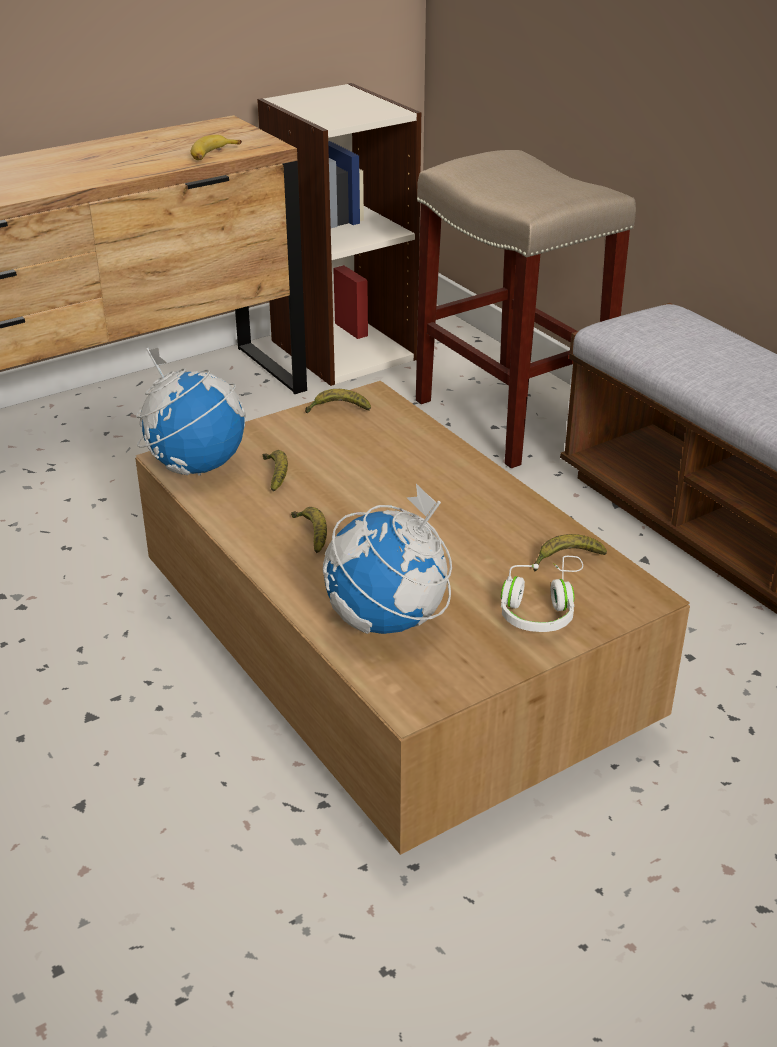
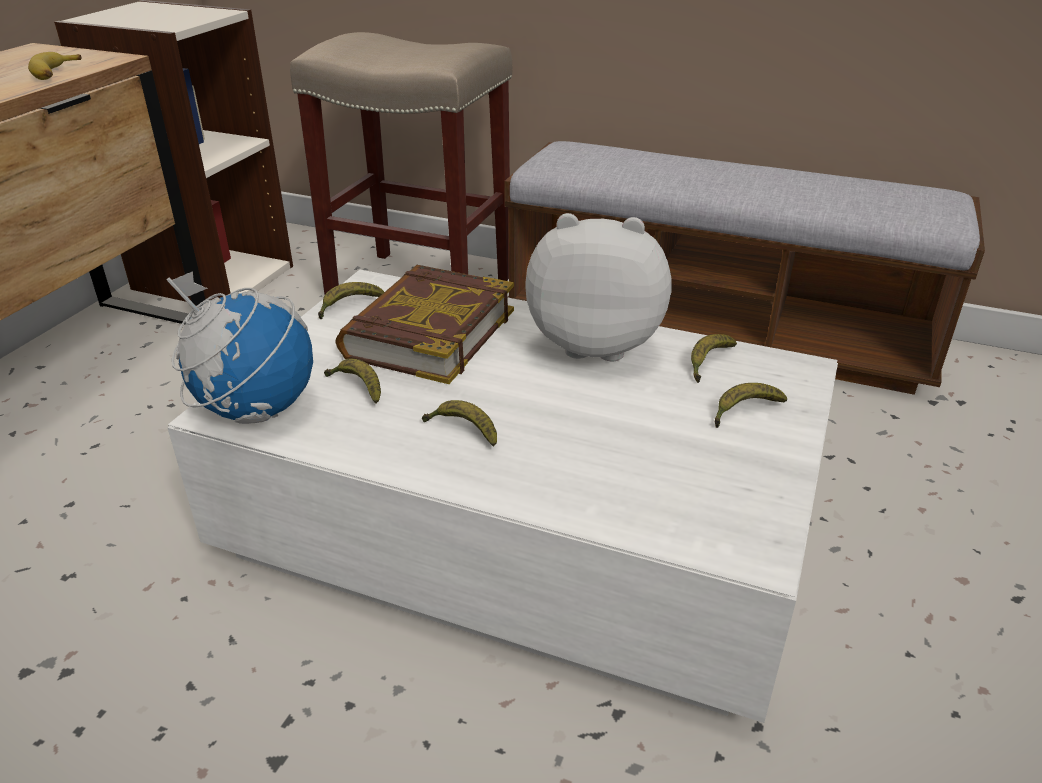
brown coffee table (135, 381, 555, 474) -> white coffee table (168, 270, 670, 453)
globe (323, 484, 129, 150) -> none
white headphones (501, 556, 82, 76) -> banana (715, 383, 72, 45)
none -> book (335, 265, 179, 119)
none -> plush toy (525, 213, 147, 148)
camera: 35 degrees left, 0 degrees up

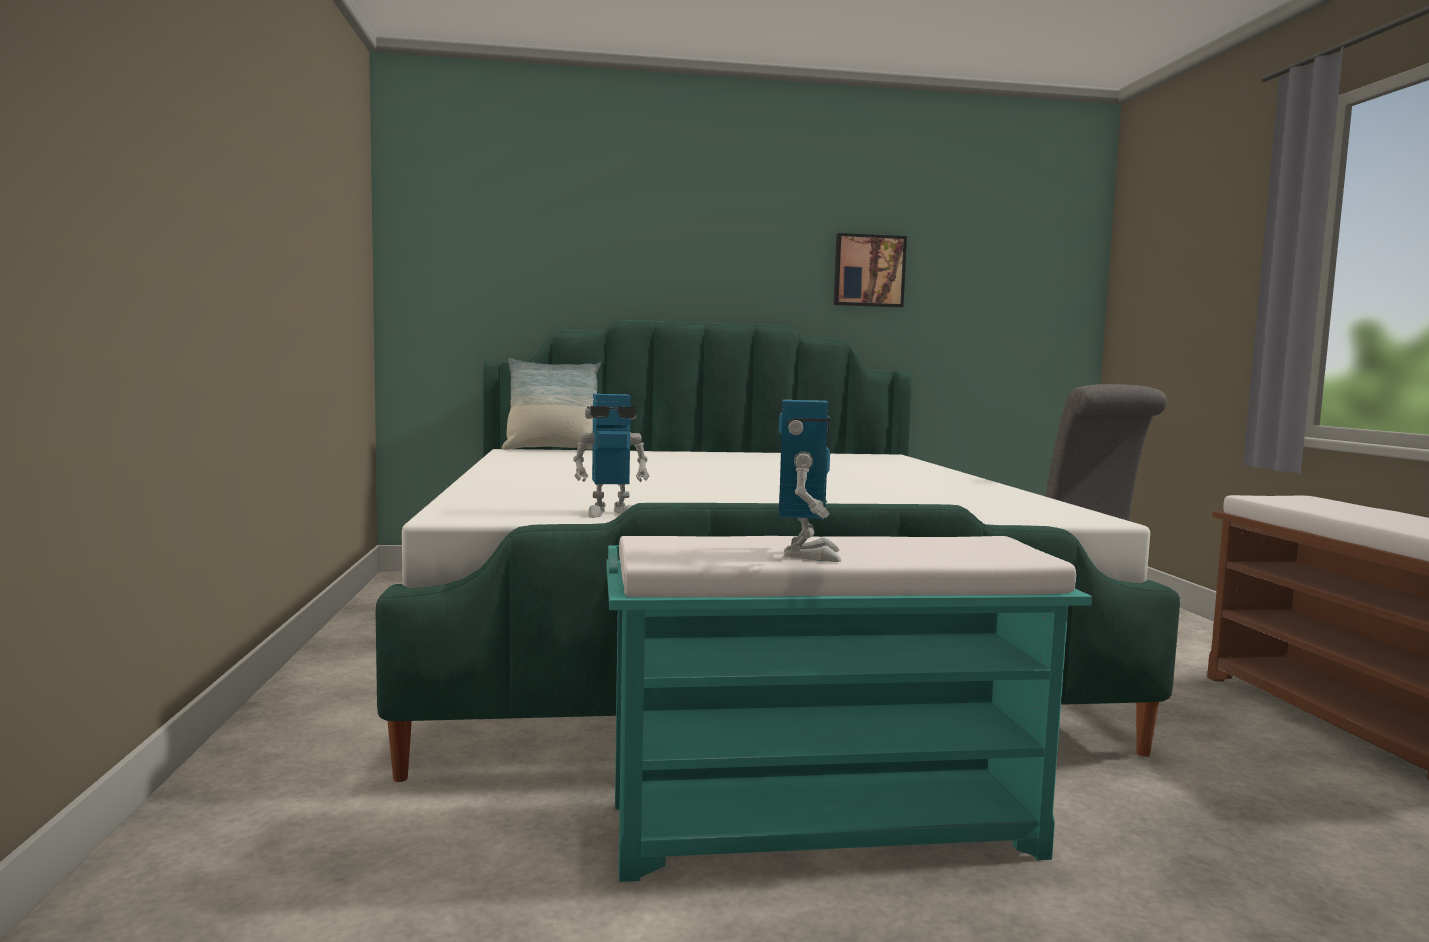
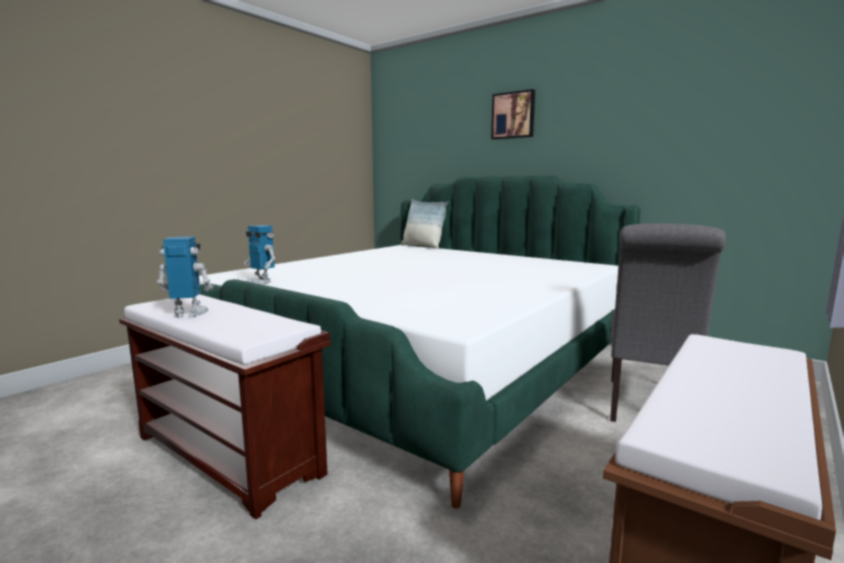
turquoise bench (607, 536, 485, 346) -> brown bench (119, 294, 212, 225)
toy robot (779, 400, 62, 162) -> toy robot (157, 237, 56, 81), 150 degrees counterclockwise
picture (834, 233, 73, 74) -> picture (491, 89, 44, 50), moved
camera: 45 degrees right, 5 degrees up

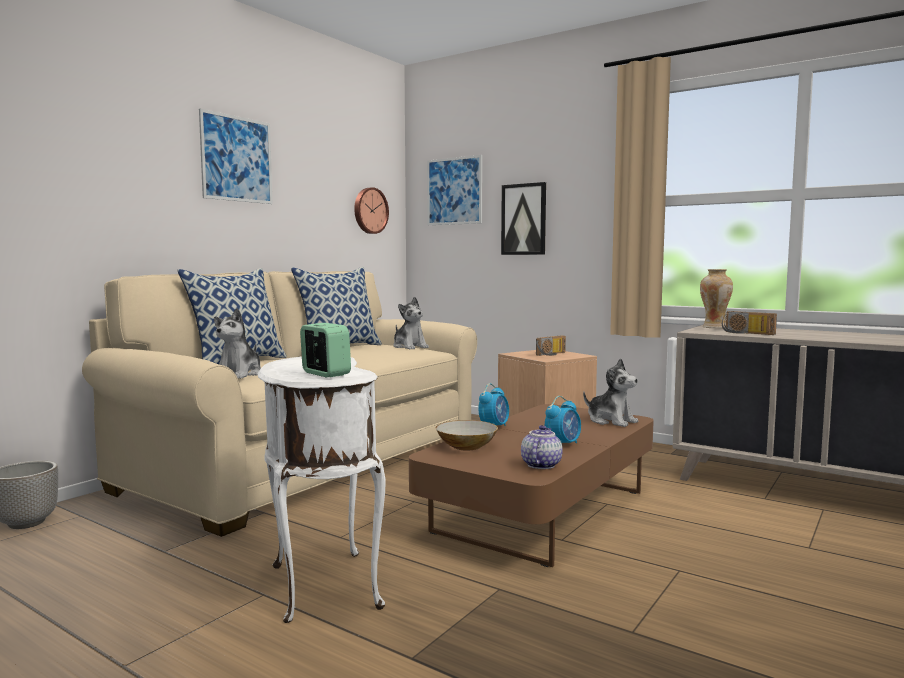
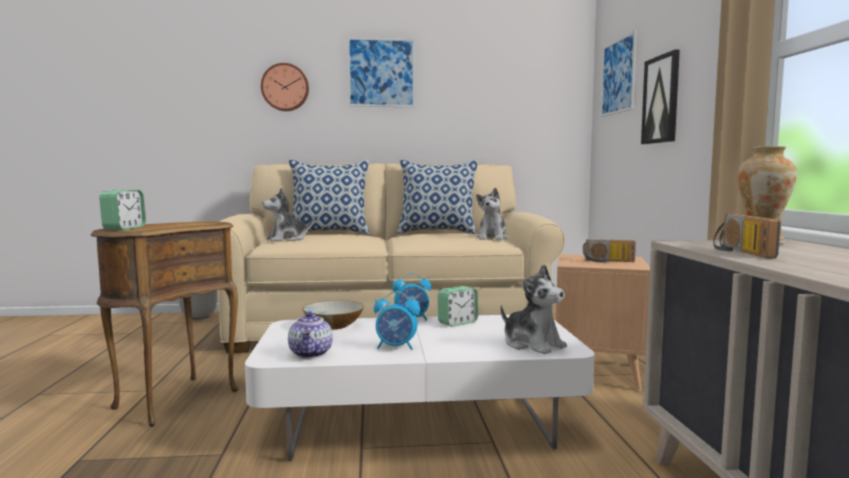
white side table (258, 357, 127, 266) -> brown side table (91, 222, 148, 205)
wall clock (354, 187, 35, 47) -> wall clock (261, 63, 48, 48), moved
brown coffee table (409, 404, 245, 163) -> white coffee table (245, 315, 350, 146)
teapot (521, 425, 42, 44) -> teapot (288, 312, 45, 47), 105 degrees clockwise
plush toy (583, 358, 55, 69) -> plush toy (500, 264, 67, 90), 45 degrees counterclockwise
none -> alarm clock (438, 286, 40, 41)
camera: 50 degrees right, 0 degrees up

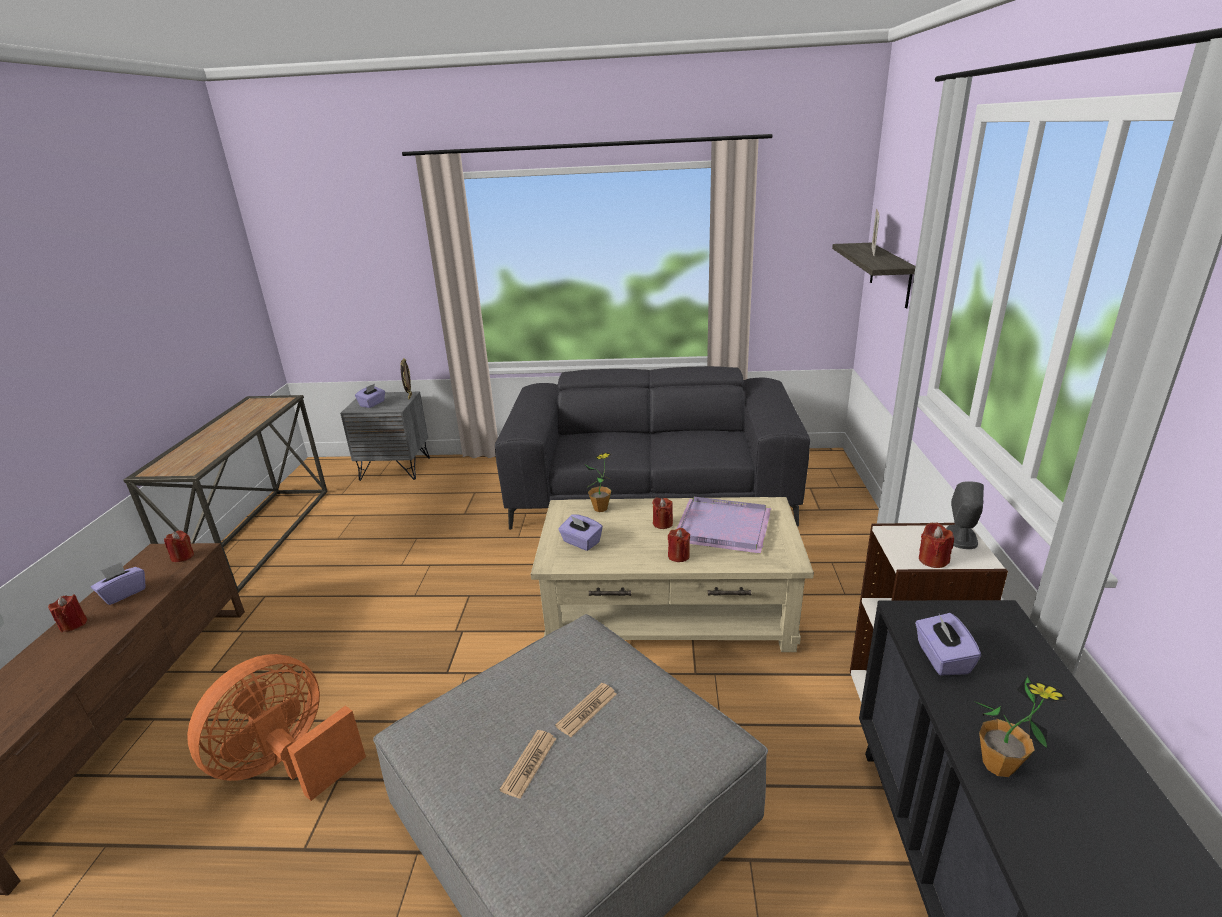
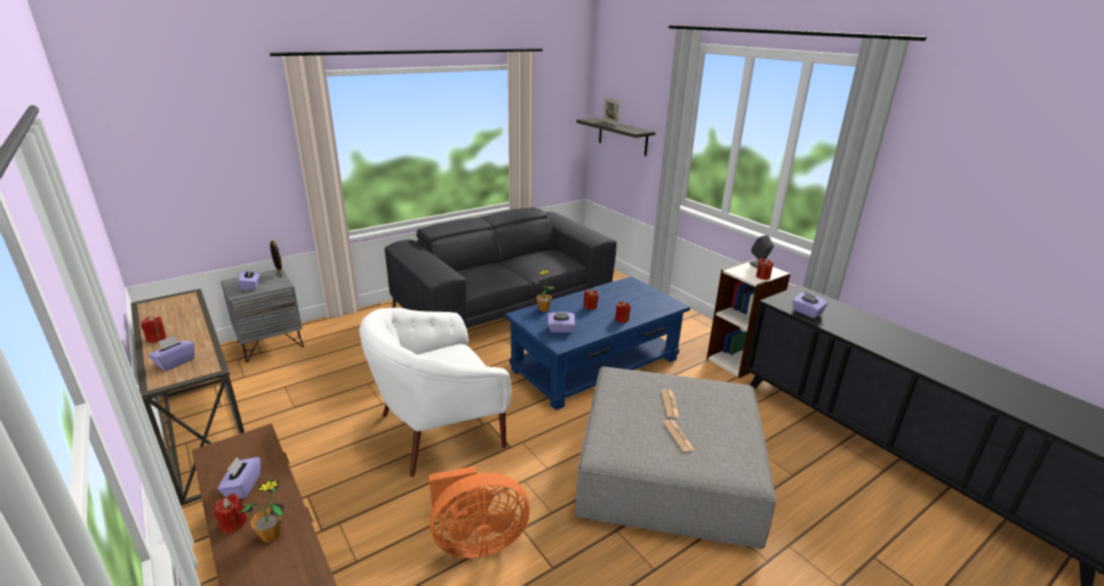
red candle (164, 530, 30, 32) -> red candle (141, 316, 26, 27), moved
orange fan (187, 654, 179, 147) -> orange fan (429, 466, 101, 92), 105 degrees counterclockwise
beige coffee table (531, 497, 283, 155) -> blue coffee table (505, 276, 185, 134)
purple tray (677, 497, 94, 57) -> none
potted plant (974, 676, 93, 101) -> potted plant (239, 478, 45, 64), moved
none -> purple tissue box (149, 335, 46, 36)
none -> white armchair (359, 308, 152, 169)
camera: 40 degrees left, 0 degrees up

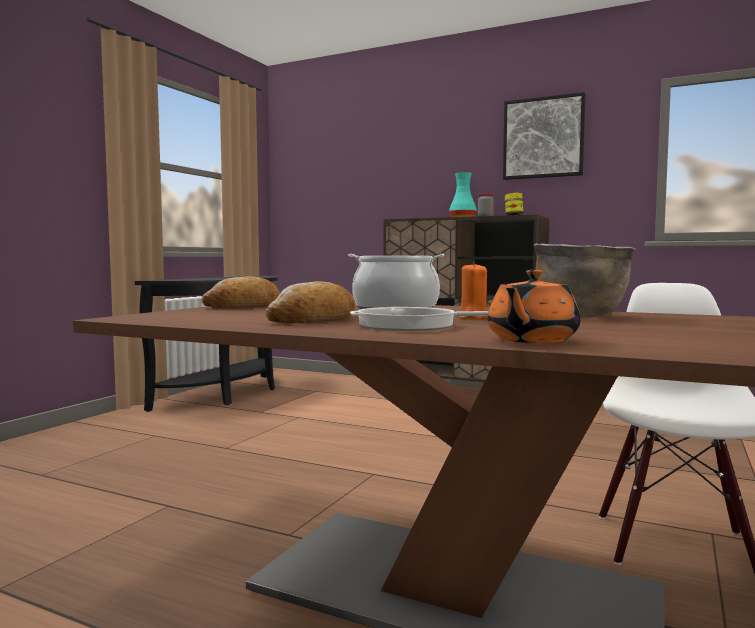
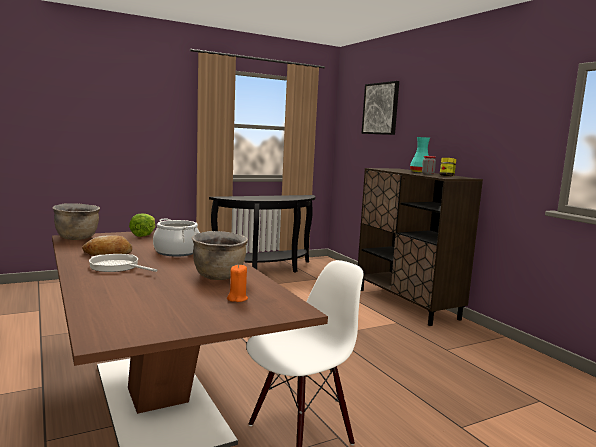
bread (202, 276, 78, 32) -> lettuce (129, 213, 26, 24)
orange candle (457, 262, 31, 57) -> orange candle (227, 264, 21, 38), moved
orange teapot (488, 270, 92, 73) -> none
picture (503, 92, 82, 88) -> picture (361, 81, 38, 54), moved
none -> brown cooking pot (53, 203, 47, 37)
camera: 35 degrees right, 5 degrees up

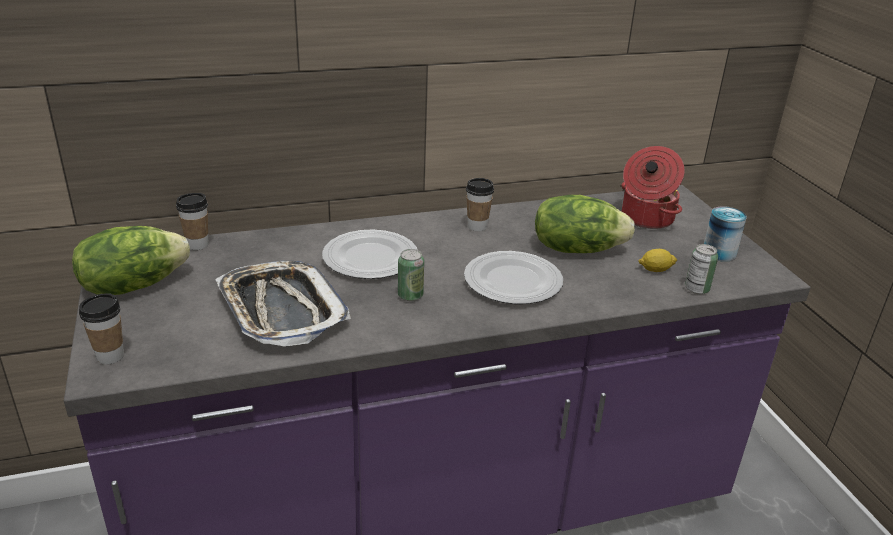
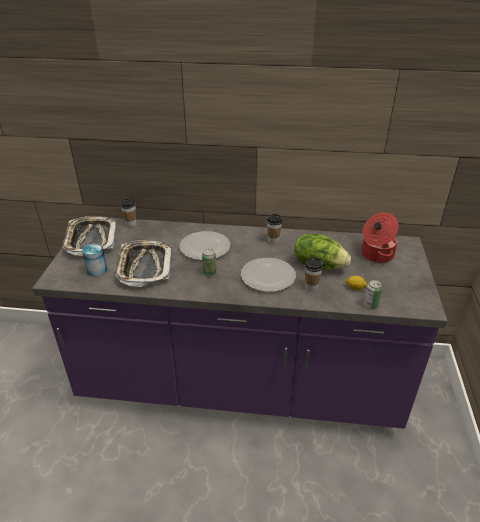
lettuce (72, 226, 118, 69) -> tray (62, 216, 55, 40)
cup (79, 293, 45, 72) -> cup (305, 258, 18, 33), moved
can (704, 206, 43, 56) -> can (82, 244, 25, 33), moved
camera: 25 degrees right, 5 degrees up

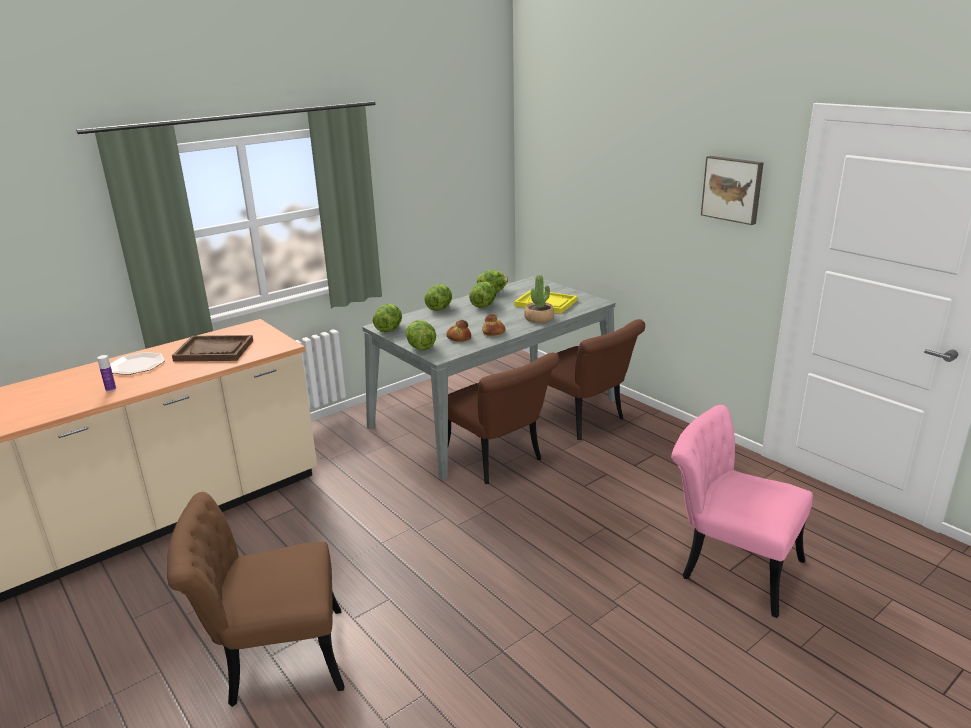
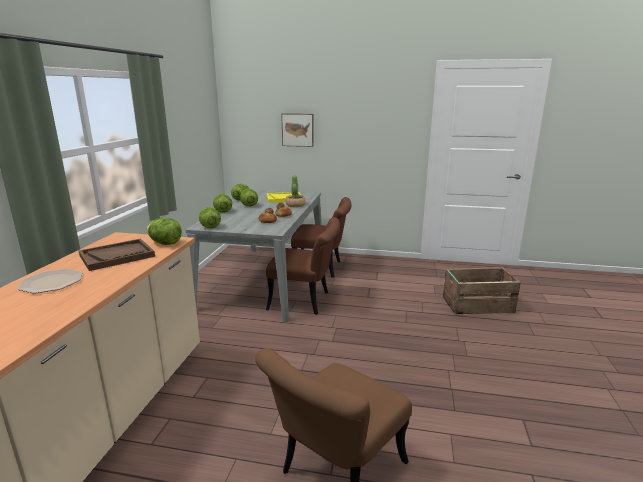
bottle (97, 355, 19, 37) -> none
lettuce (406, 320, 30, 30) -> lettuce (147, 218, 35, 27), moved
pink chair (671, 405, 142, 213) -> crate (443, 267, 78, 48)
picture (701, 156, 63, 69) -> picture (281, 113, 33, 34), moved
camera: 40 degrees left, 5 degrees down

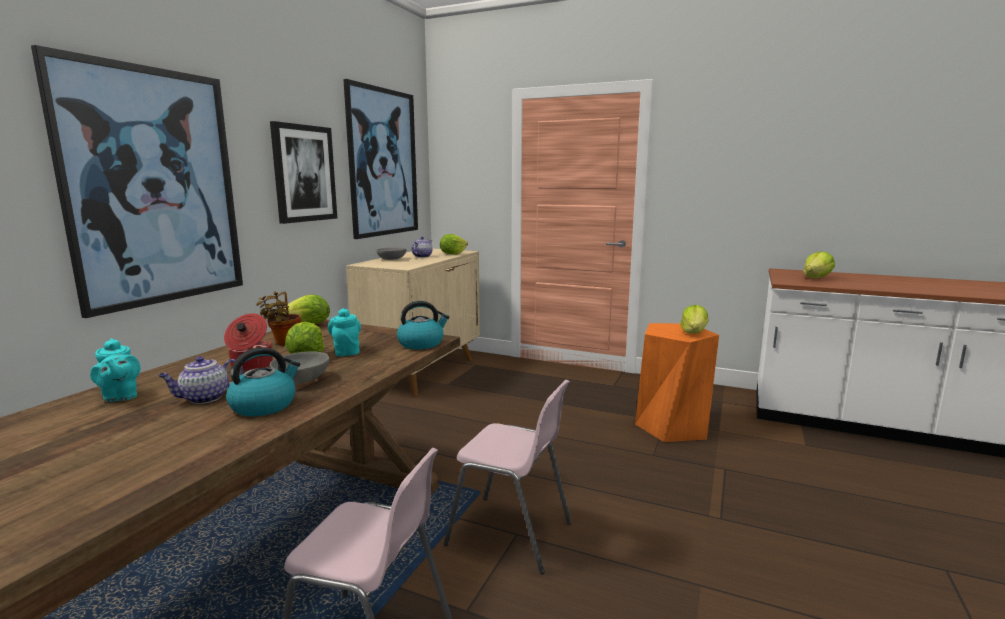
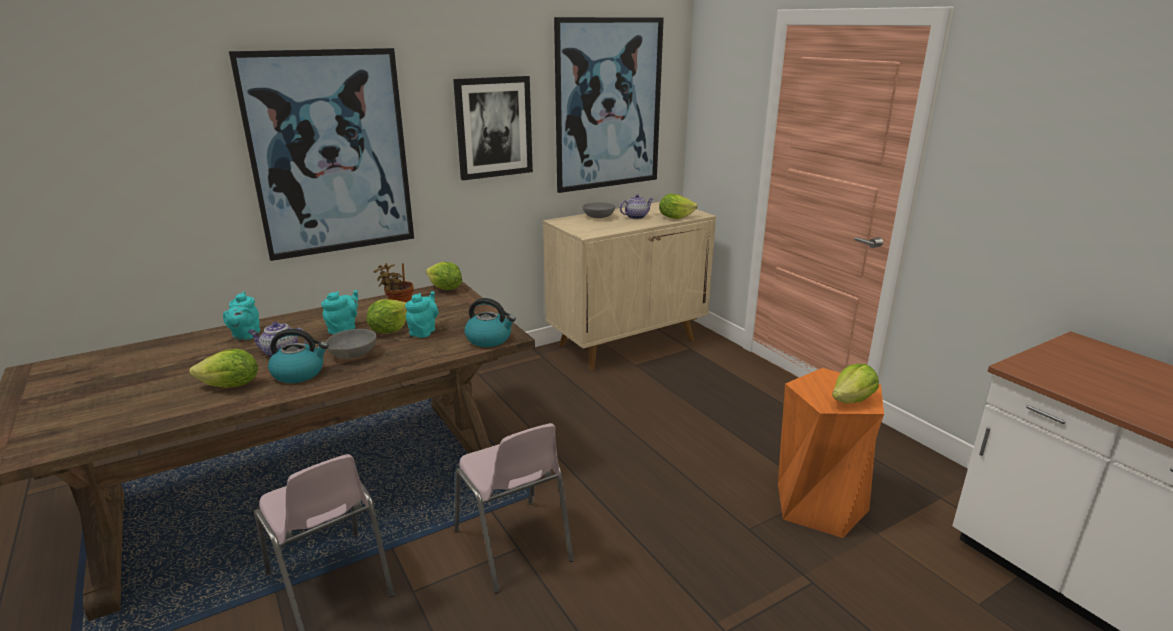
cooking pot (224, 313, 49, 59) -> turquoise teapot (321, 290, 37, 45)
lettuce (803, 251, 32, 27) -> lettuce (189, 349, 69, 39), moved
camera: 35 degrees right, 10 degrees up

